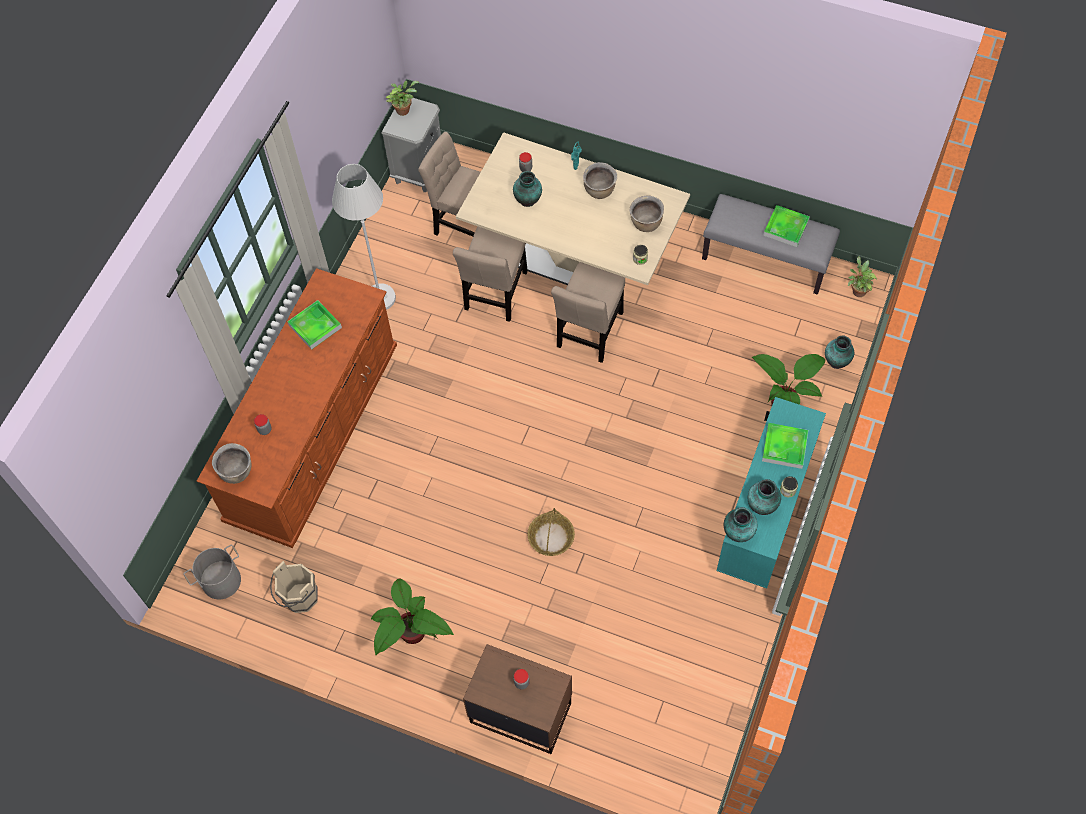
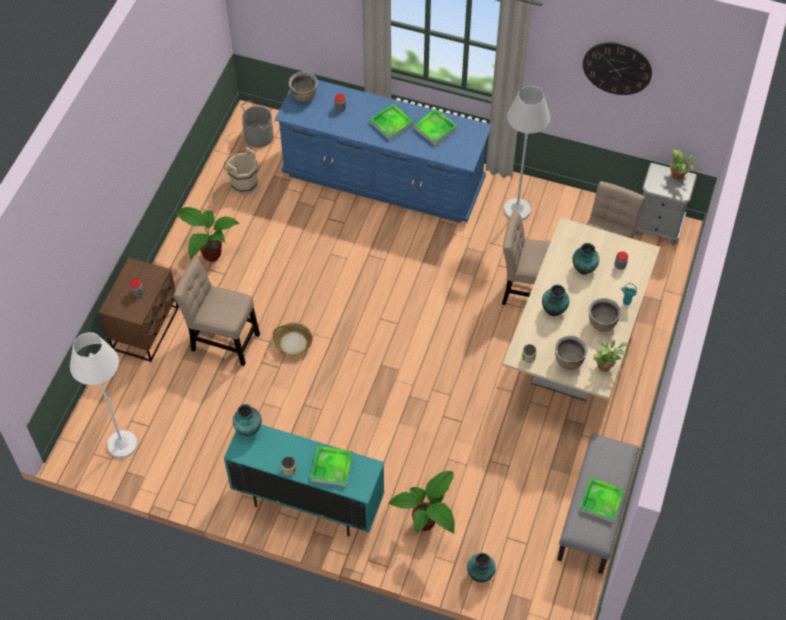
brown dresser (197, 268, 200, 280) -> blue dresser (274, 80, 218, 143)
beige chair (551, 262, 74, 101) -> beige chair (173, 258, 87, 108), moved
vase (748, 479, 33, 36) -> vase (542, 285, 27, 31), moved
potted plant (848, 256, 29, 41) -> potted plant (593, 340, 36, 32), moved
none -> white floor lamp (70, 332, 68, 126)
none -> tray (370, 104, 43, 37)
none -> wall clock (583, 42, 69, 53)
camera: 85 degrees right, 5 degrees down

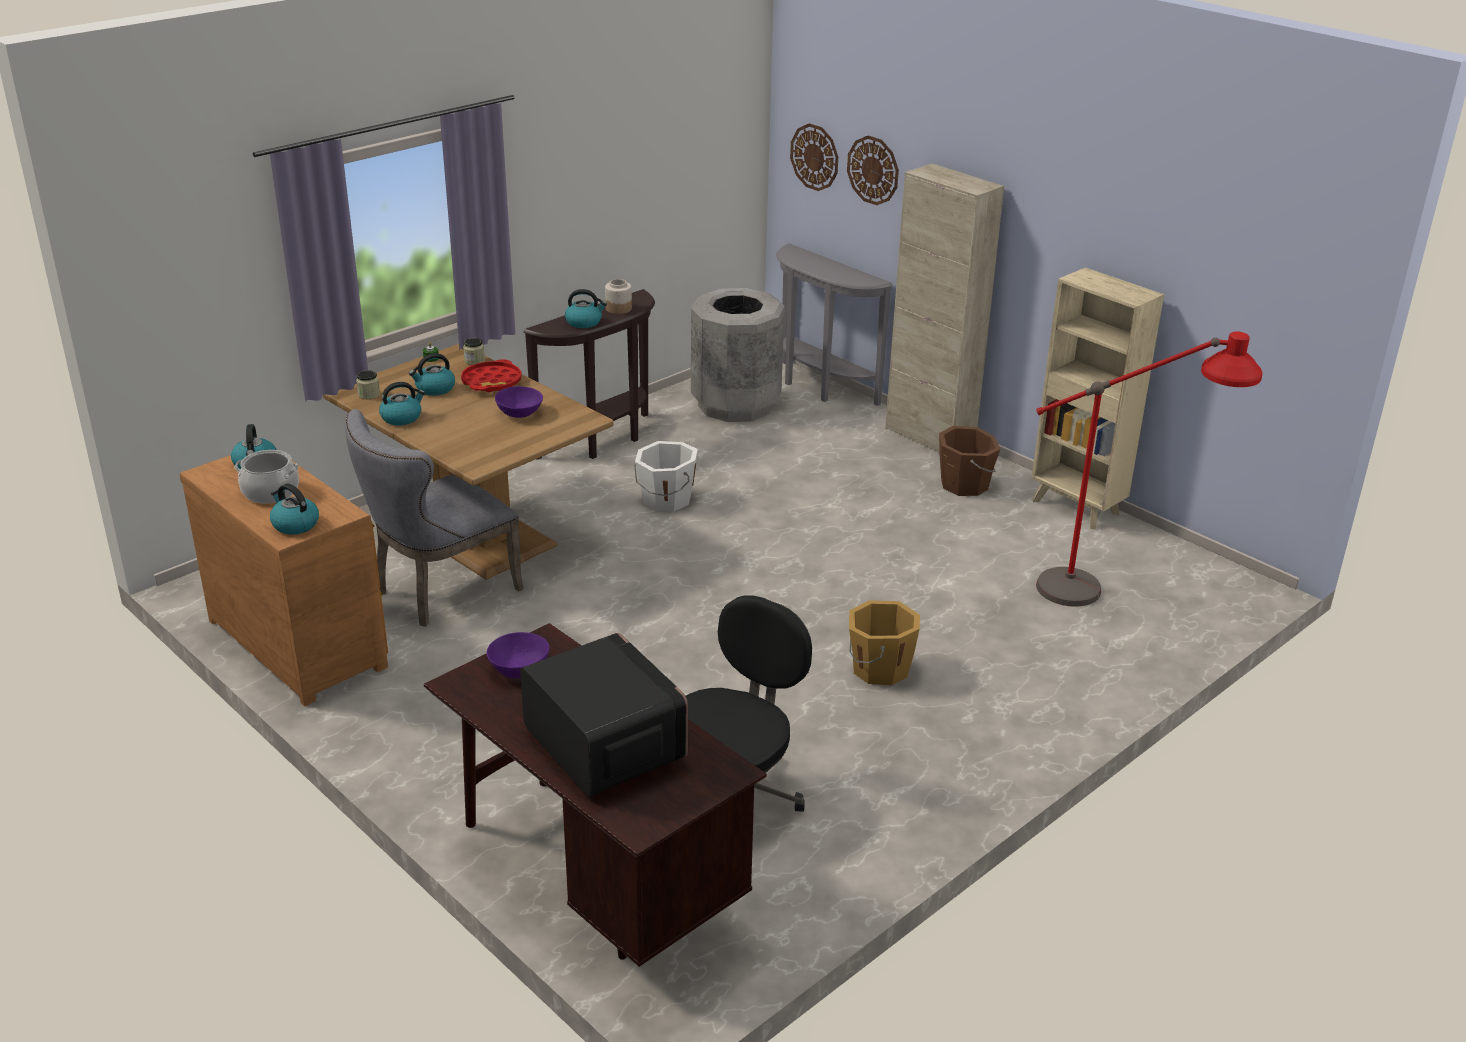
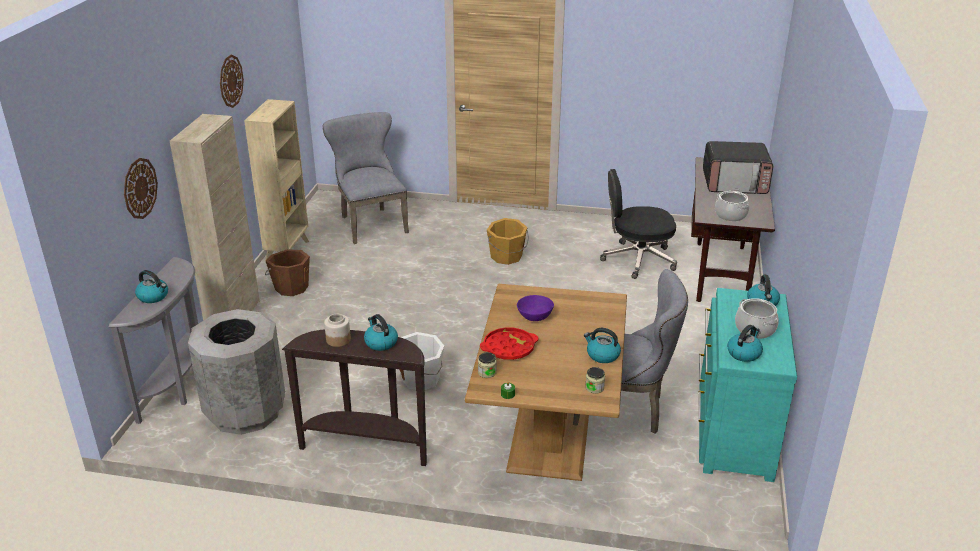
brown dresser (179, 455, 209, 251) -> turquoise dresser (698, 288, 99, 194)
kettle (409, 353, 46, 43) -> kettle (135, 270, 33, 33), moved
purple bowl (486, 632, 64, 46) -> cooking pot (715, 191, 34, 30)
microwave (520, 633, 168, 164) -> microwave (703, 141, 70, 53), 105 degrees counterclockwise
wall clock (790, 123, 48, 68) -> wall clock (220, 54, 24, 54), moved
red floor lamp (1036, 331, 226, 276) -> grey chair (323, 112, 86, 132)
camera: 125 degrees left, 0 degrees up

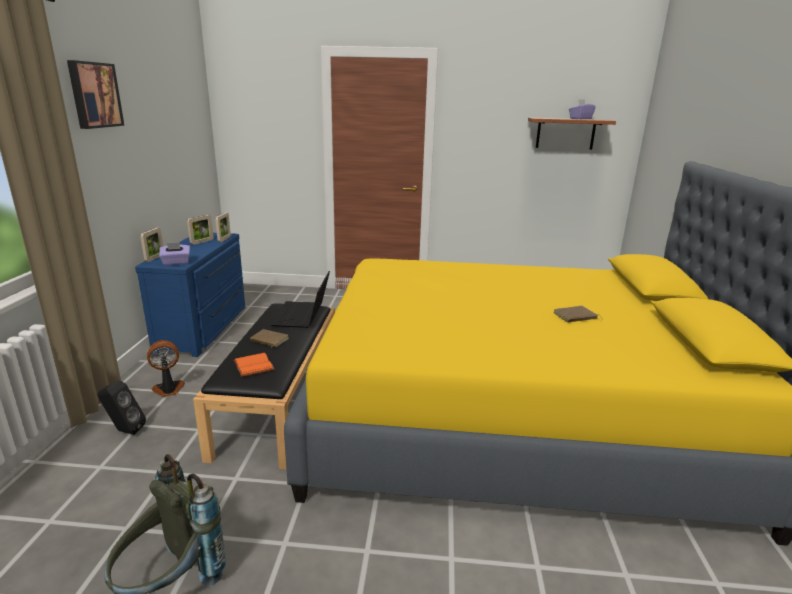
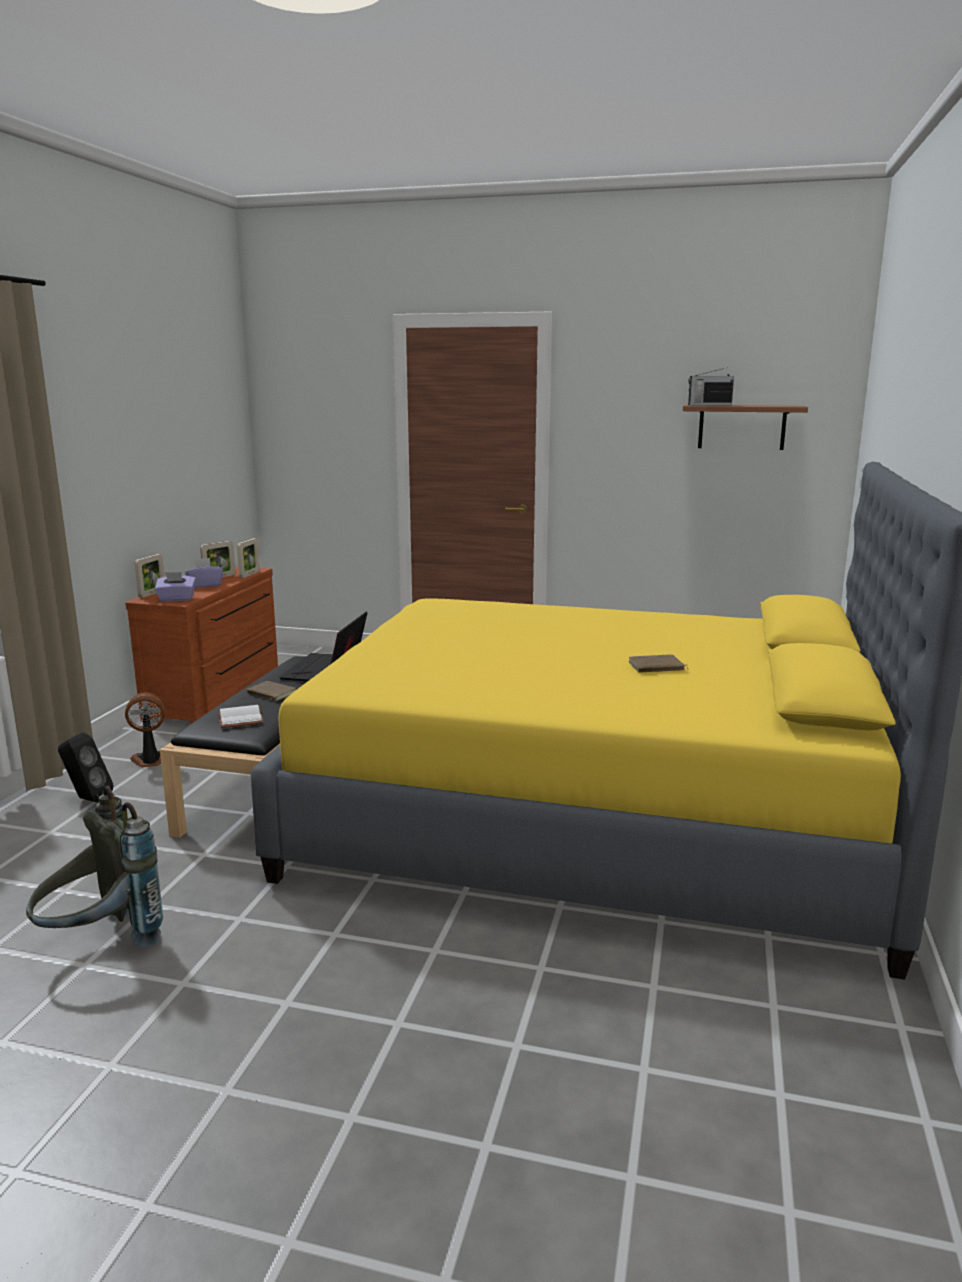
picture (67, 60, 57, 69) -> none
blue dresser (135, 233, 110, 124) -> brown dresser (125, 566, 153, 158)
orange book (234, 353, 40, 24) -> white book (218, 705, 45, 23)
purple tissue box (569, 99, 27, 20) -> purple tissue box (185, 558, 38, 30), moved
none -> radio (688, 367, 46, 38)
camera: 10 degrees right, 5 degrees down

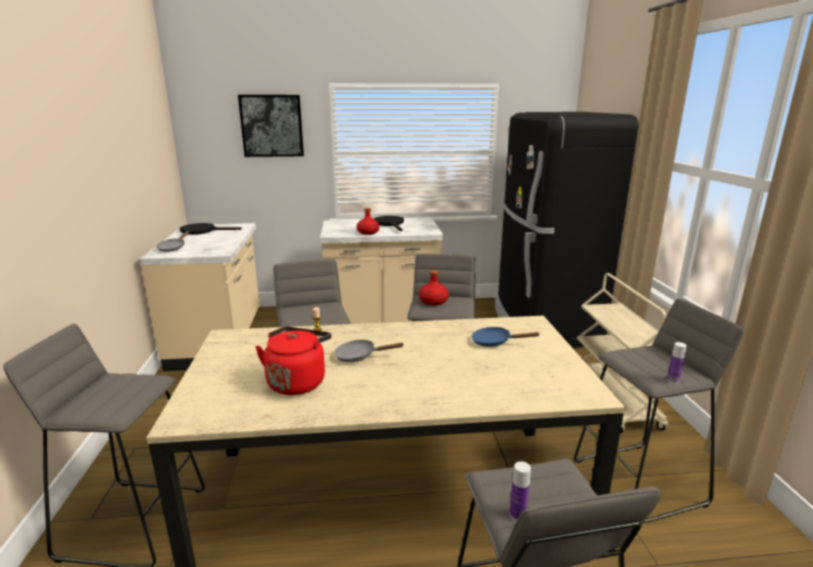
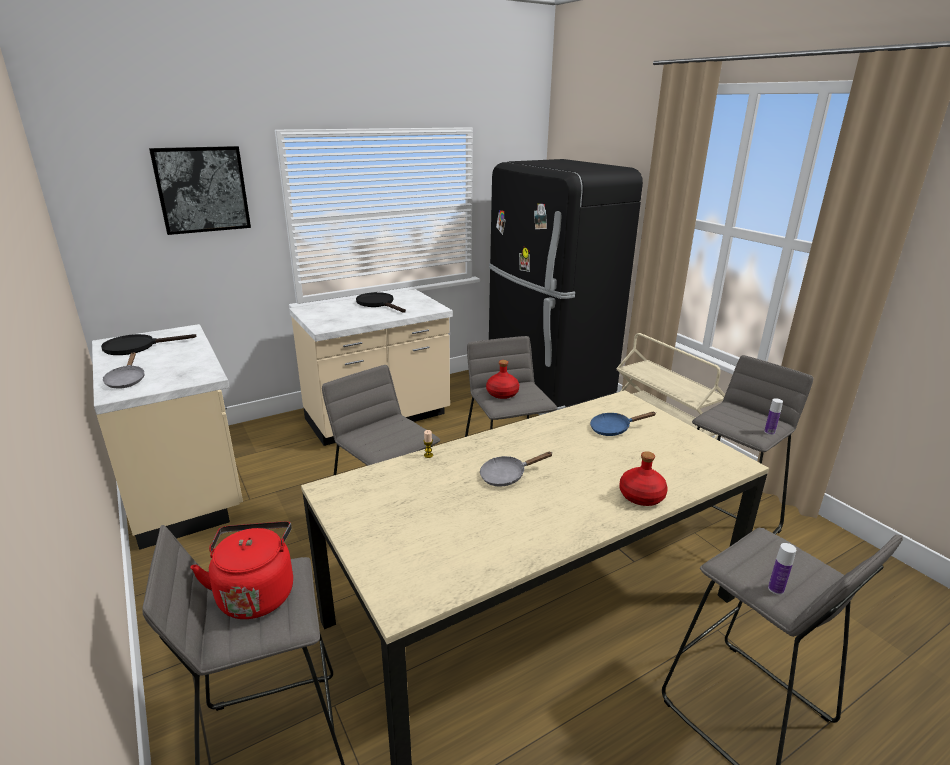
red kettle (255, 327, 77, 68) -> red kettle (191, 521, 102, 98), moved
red bottle (357, 208, 23, 27) -> red bottle (619, 451, 49, 55), moved
camera: 25 degrees left, 5 degrees up

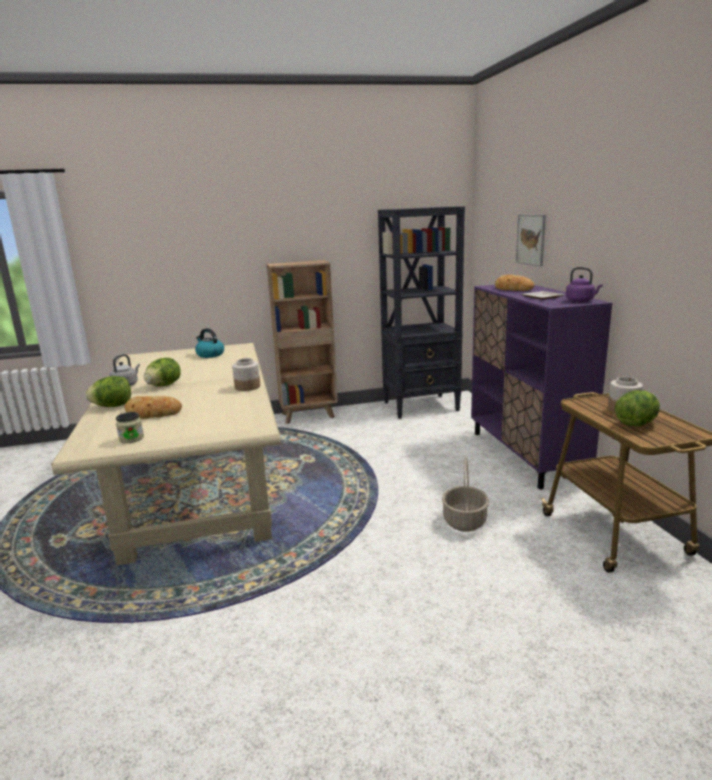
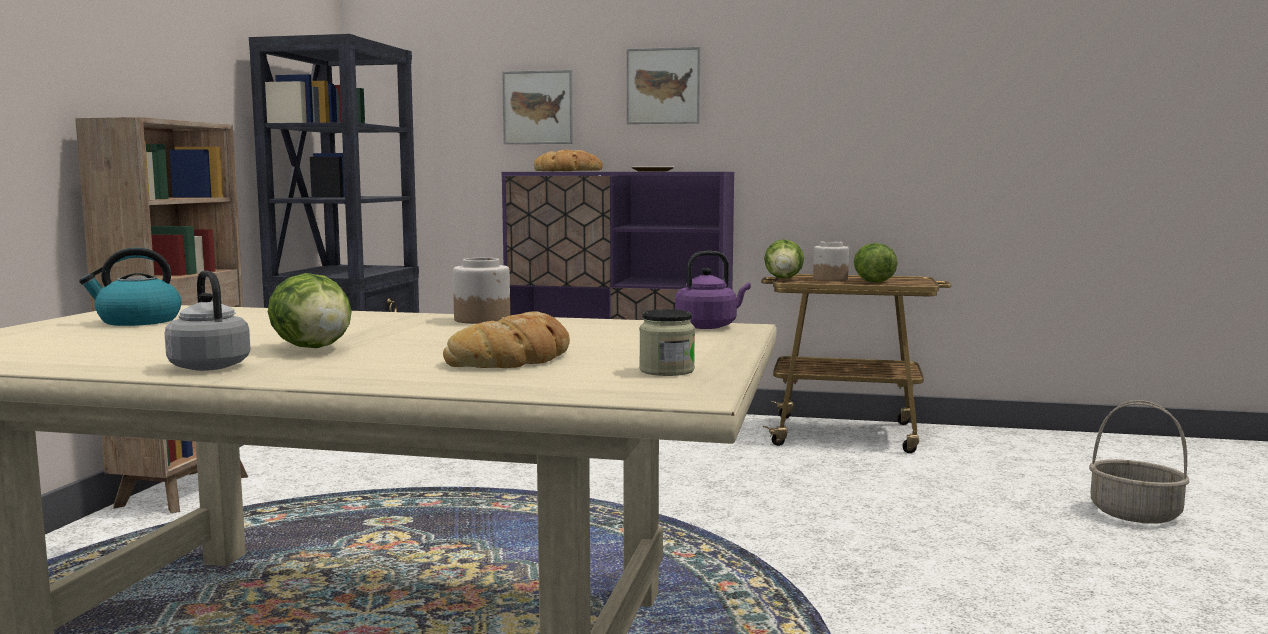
lettuce (86, 376, 45, 31) -> lettuce (764, 239, 40, 40), moved
basket (442, 457, 47, 75) -> basket (1089, 400, 101, 124), moved
purple kettle (566, 267, 37, 35) -> purple kettle (675, 251, 76, 78), moved
none -> picture (627, 47, 73, 77)
camera: 65 degrees left, 10 degrees down

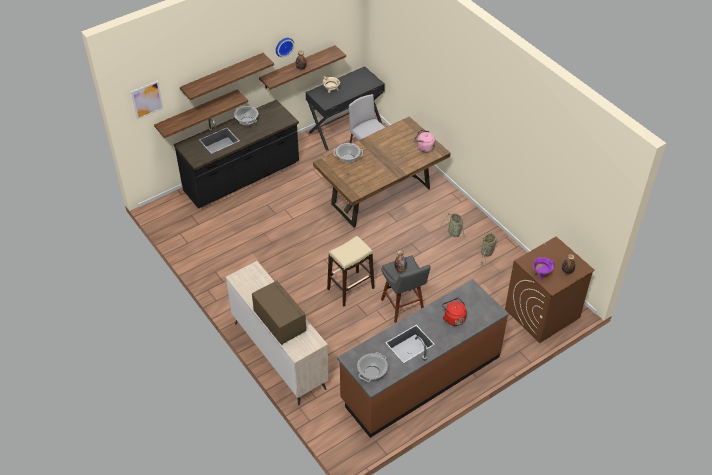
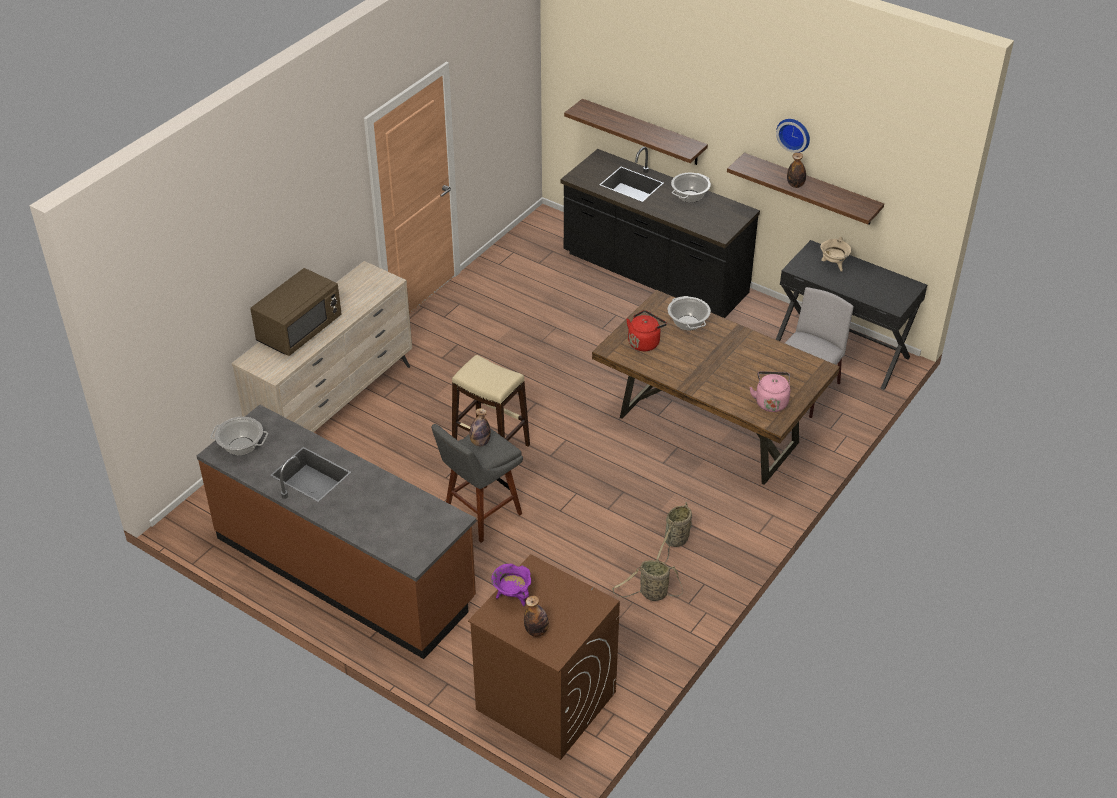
picture (131, 81, 33, 39) -> none
shelf (180, 53, 94, 47) -> none
red kettle (442, 298, 25, 28) -> red kettle (626, 310, 41, 41), moved
camera: 70 degrees right, 5 degrees down

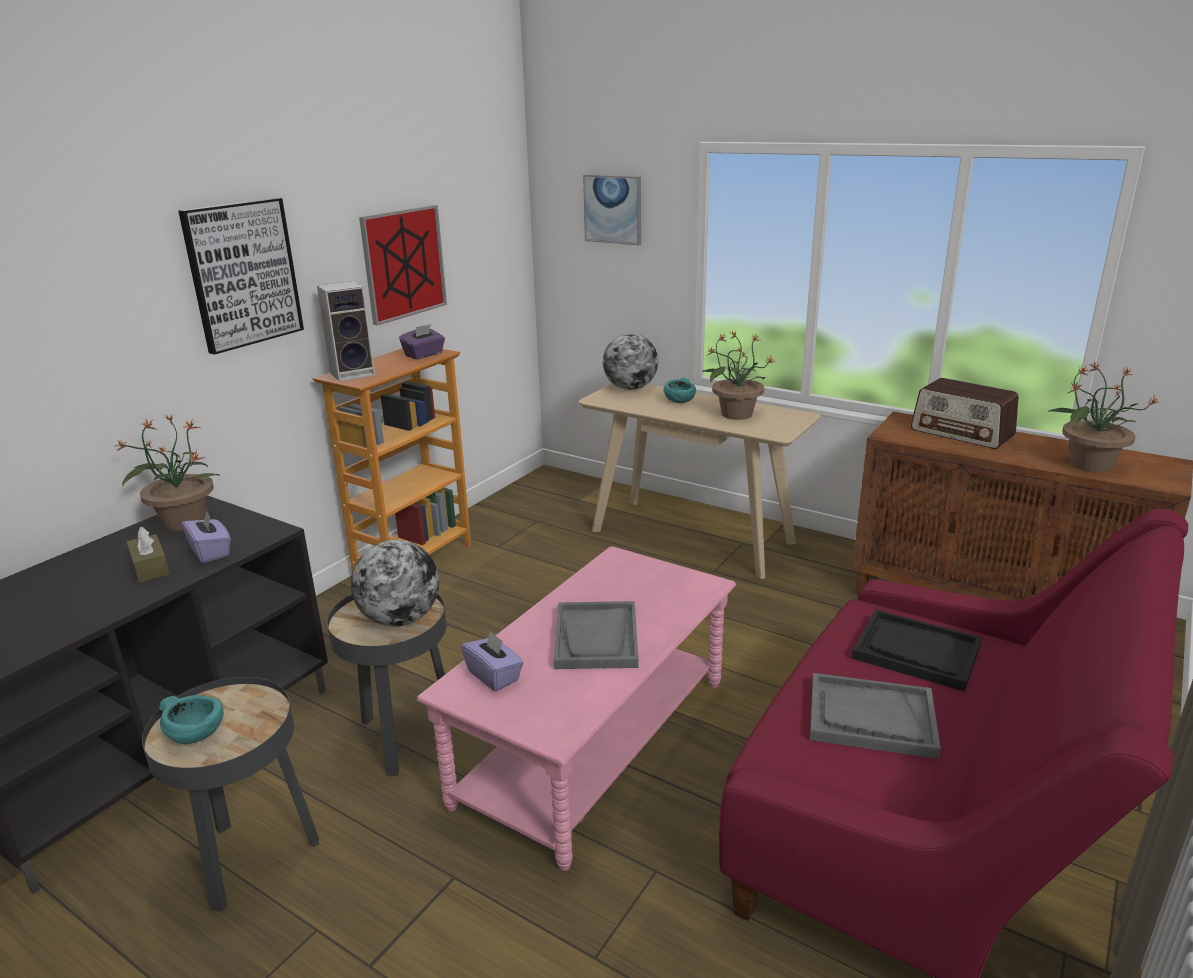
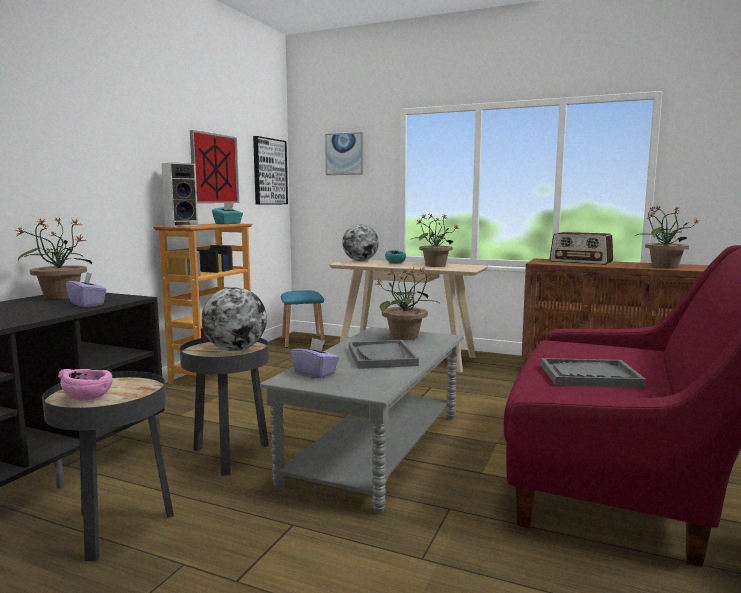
brown tissue box (126, 527, 44, 56) -> none
turquoise bowl (159, 695, 65, 49) -> pink bowl (58, 369, 55, 32)
picture (178, 198, 126, 157) -> picture (253, 136, 35, 69), moved
purple tissue box (399, 324, 46, 35) -> turquoise tissue box (212, 203, 31, 21)
pink coffee table (417, 546, 319, 325) -> grey coffee table (260, 327, 204, 187)
black tray (852, 610, 130, 82) -> none
none -> blue stool (281, 290, 44, 58)
none -> potted plant (374, 268, 65, 72)
camera: 10 degrees left, 15 degrees down

